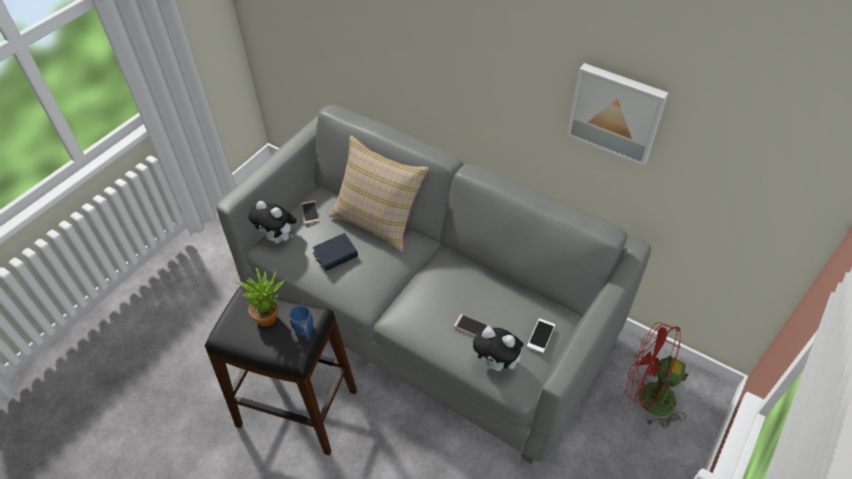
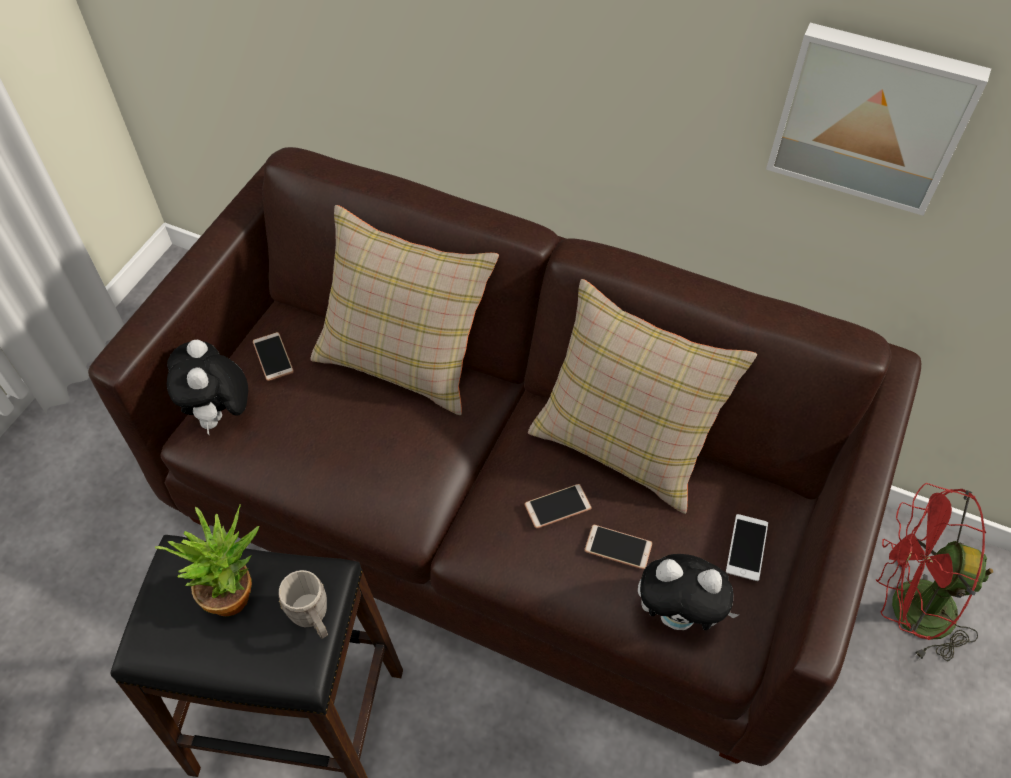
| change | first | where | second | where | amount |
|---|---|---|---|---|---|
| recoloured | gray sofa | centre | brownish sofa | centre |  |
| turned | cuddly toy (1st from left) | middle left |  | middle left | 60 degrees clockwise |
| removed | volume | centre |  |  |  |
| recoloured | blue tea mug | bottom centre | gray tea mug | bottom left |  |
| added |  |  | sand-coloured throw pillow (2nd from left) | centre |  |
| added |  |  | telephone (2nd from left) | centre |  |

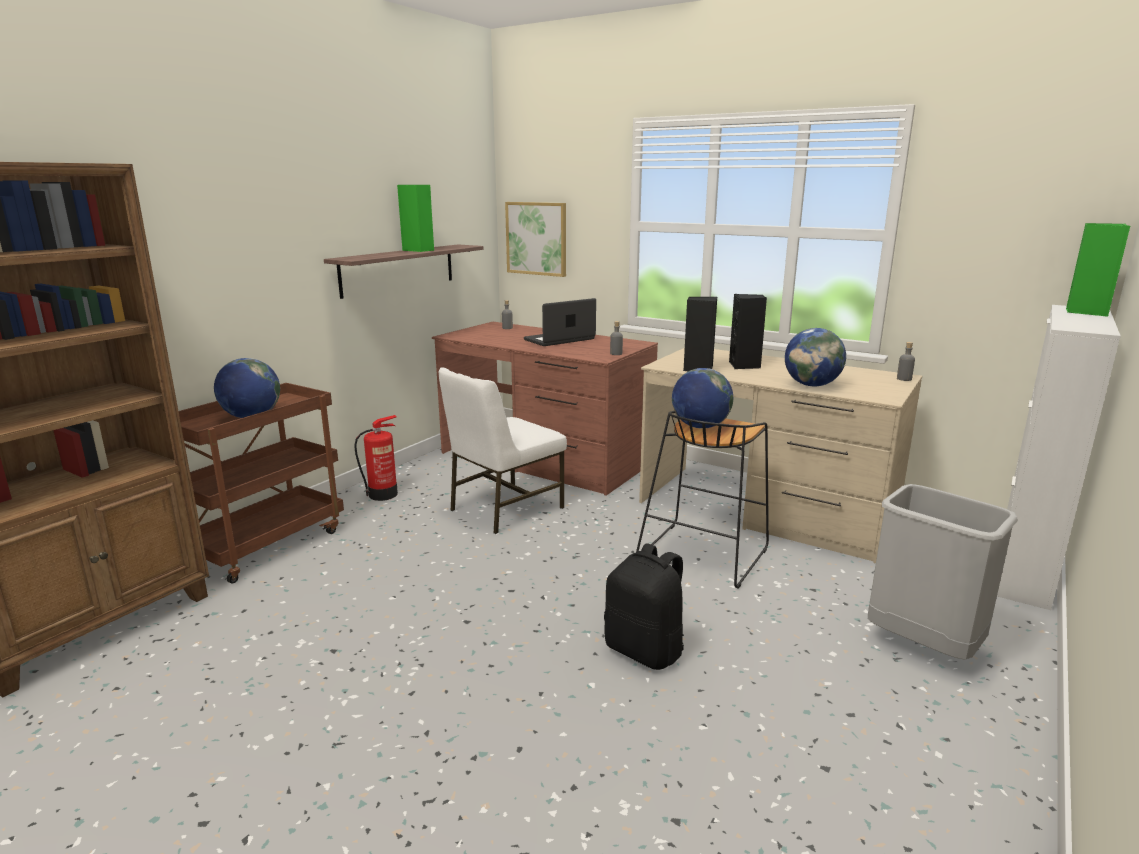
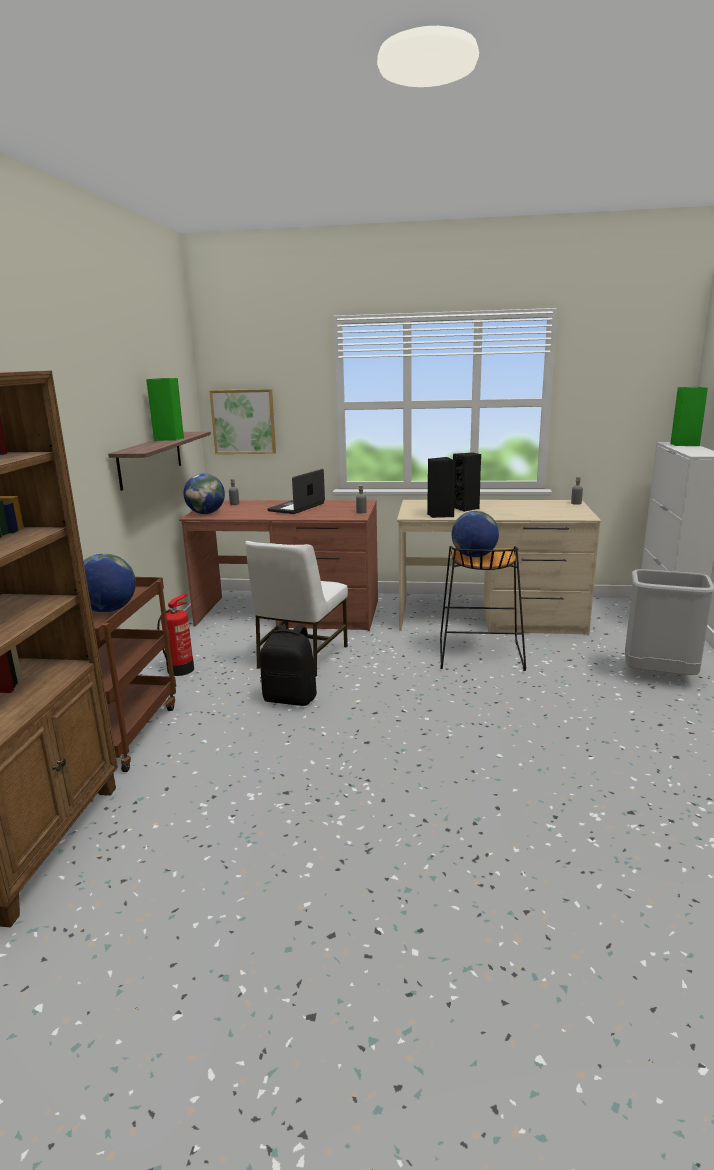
| change | first | where | second | where | amount |
|---|---|---|---|---|---|
| moved | desk globe (3rd from left in the first image) | middle right | desk globe (2nd from left) | middle left |  |
| moved | blackish knapsack | bottom centre |  | centre |  |

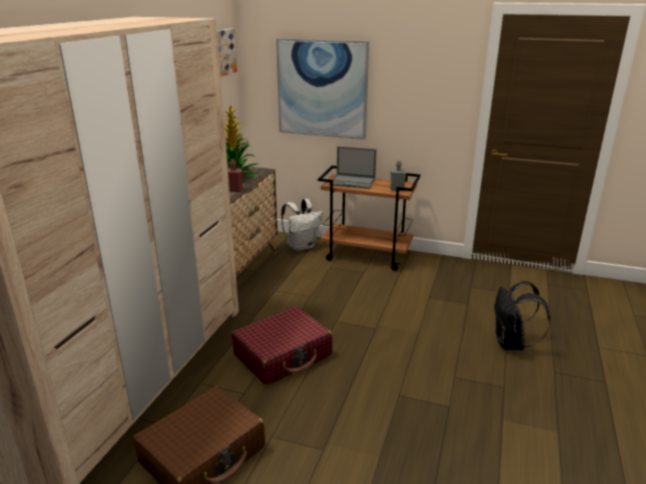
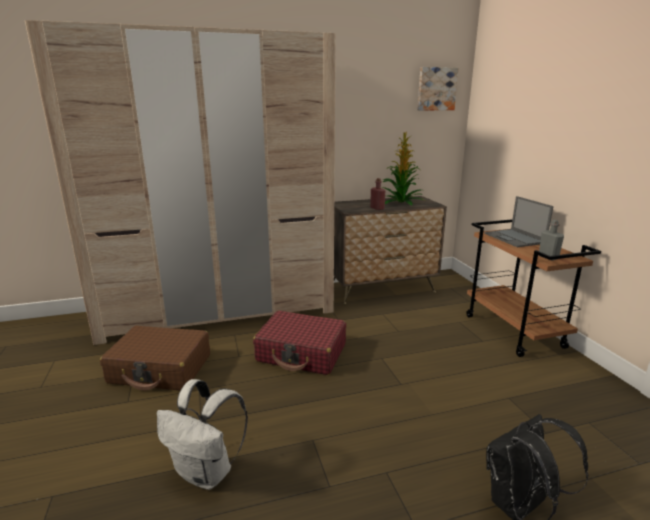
| change | first | where | second | where | amount |
|---|---|---|---|---|---|
| removed | picture (2nd from left) | top centre |  |  |  |
| moved | white knapsack | centre |  | bottom left |  |

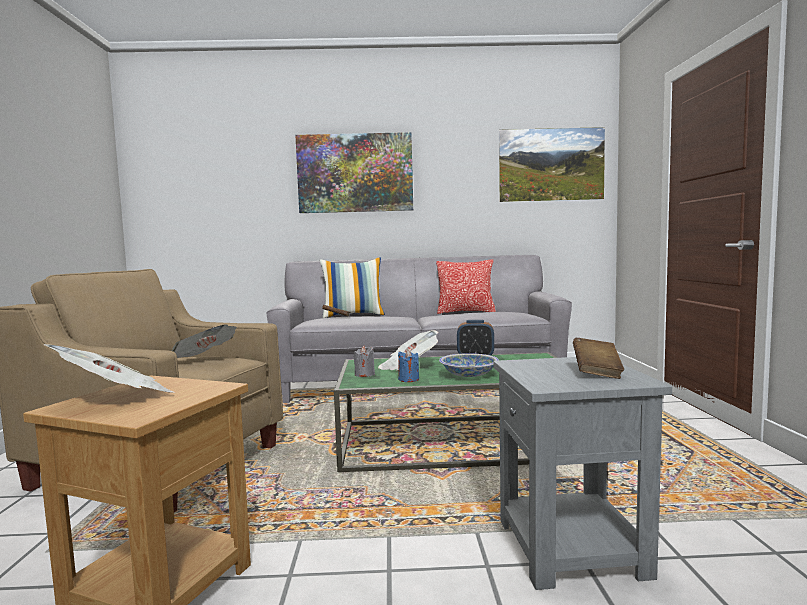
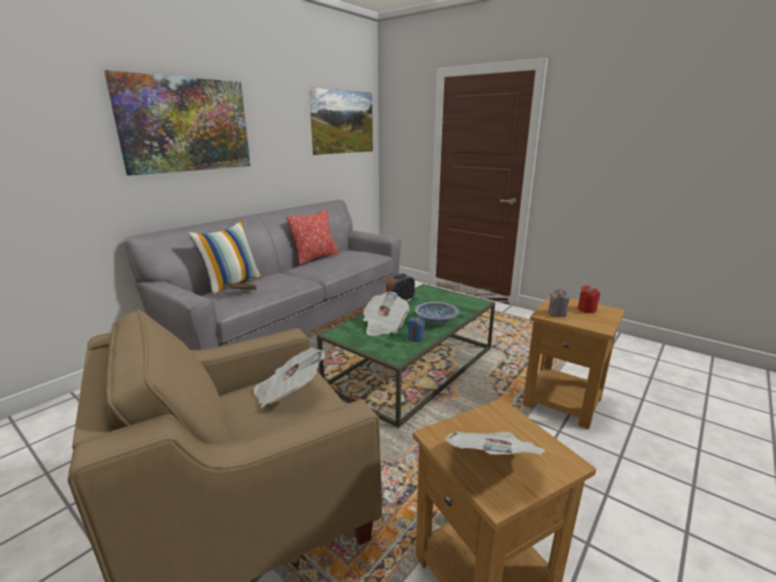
| change | first | where | second | where | amount |
|---|---|---|---|---|---|
| replaced | brownish volume (2nd from left) | middle right | red-coloured wax candle | middle right |  |
| moved | gray wax candle | centre |  | middle right |  |
| recoloured | gray end table | bottom right | brownish end table (2nd from left) | middle right |  |

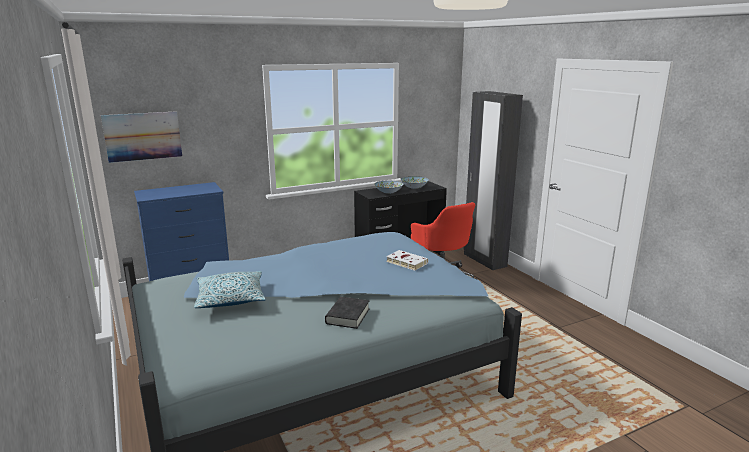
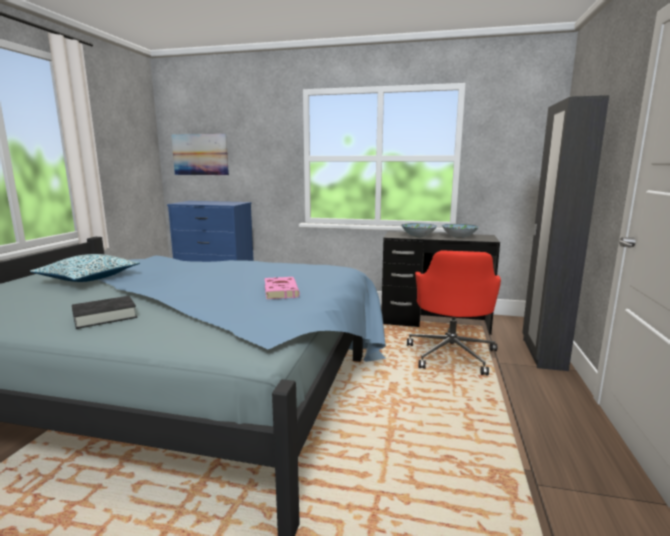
| change | first | where | second | where | amount |
|---|---|---|---|---|---|
| recoloured | white volume | centre | pink-coloured volume | centre |  |

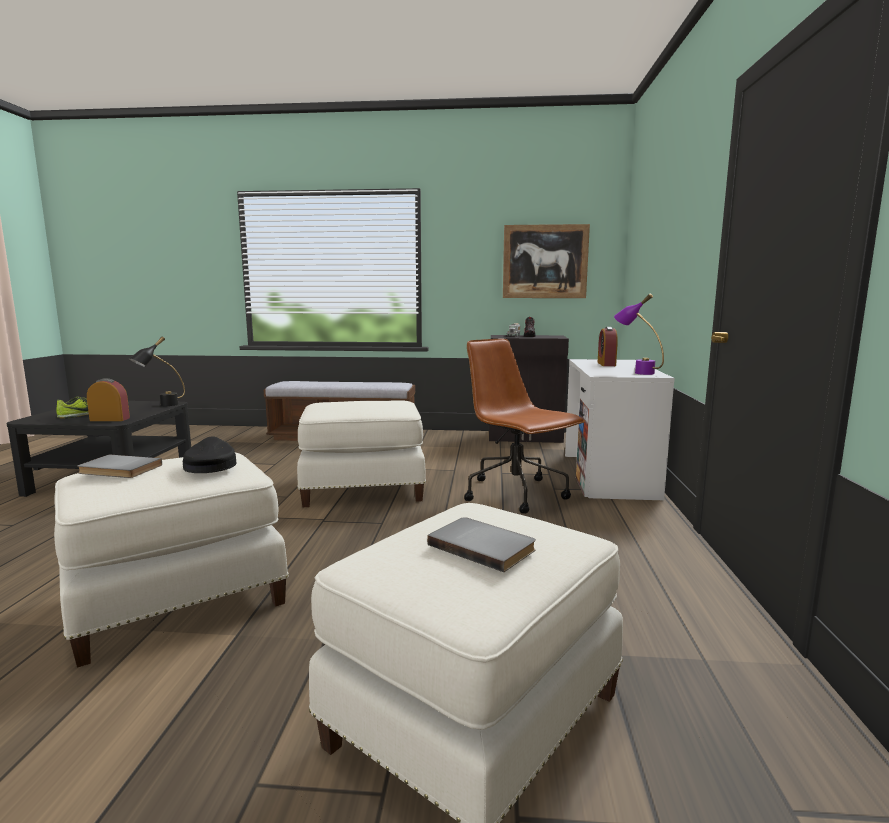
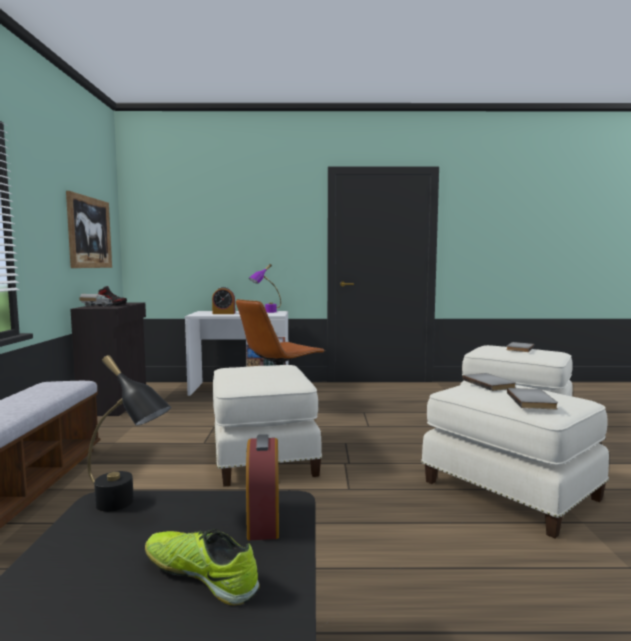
| change | first | where | second | where | amount |
|---|---|---|---|---|---|
| replaced | blackish peaked cap | middle left | gray volume (1st from left) | middle right |  |

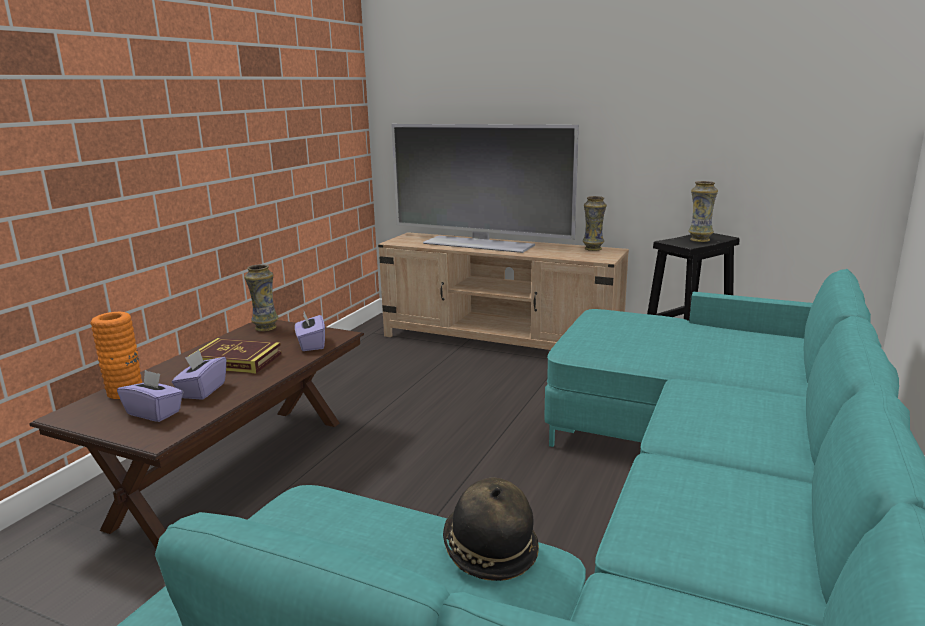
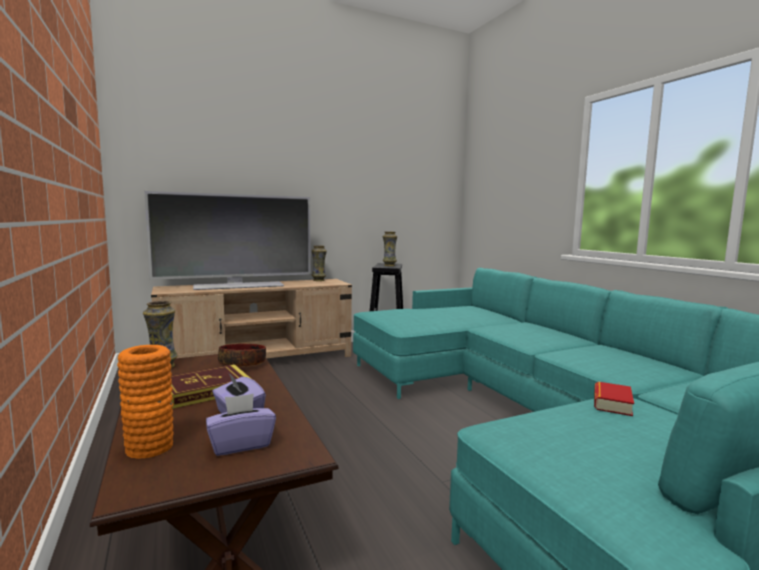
| change | first | where | second | where | amount |
|---|---|---|---|---|---|
| replaced | purple-coloured box of tissues (3rd from left) | centre | serving bowl | middle left |  |
| replaced | clothing hat | bottom centre | volume (2nd from left) | bottom right |  |

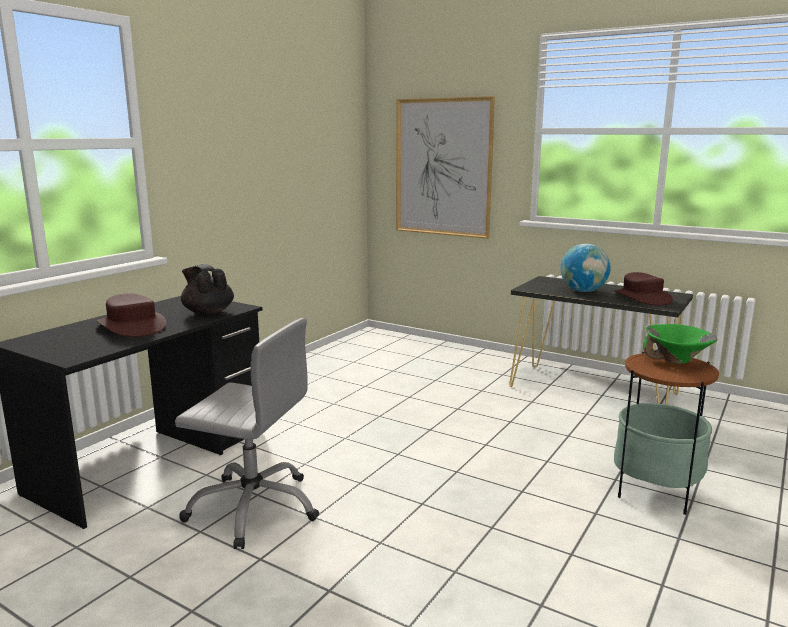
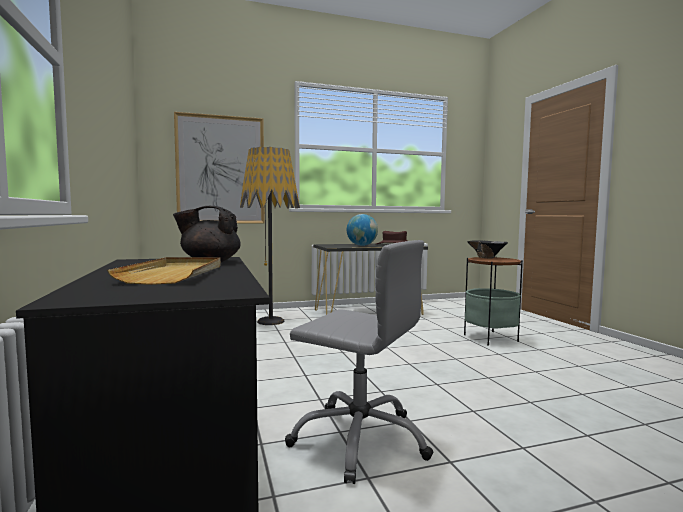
| change | first | where | second | where | amount |
|---|---|---|---|---|---|
| replaced | brownish clothing hat (1st from left) | middle left | sand-coloured carrying tray | middle left |  |
| turned | gray office chair | bottom left |  | bottom centre | 60 degrees clockwise |
| recoloured | green serving bowl | middle right | blackish serving bowl | middle right |  |
| added |  |  | standard lamp | centre |  |

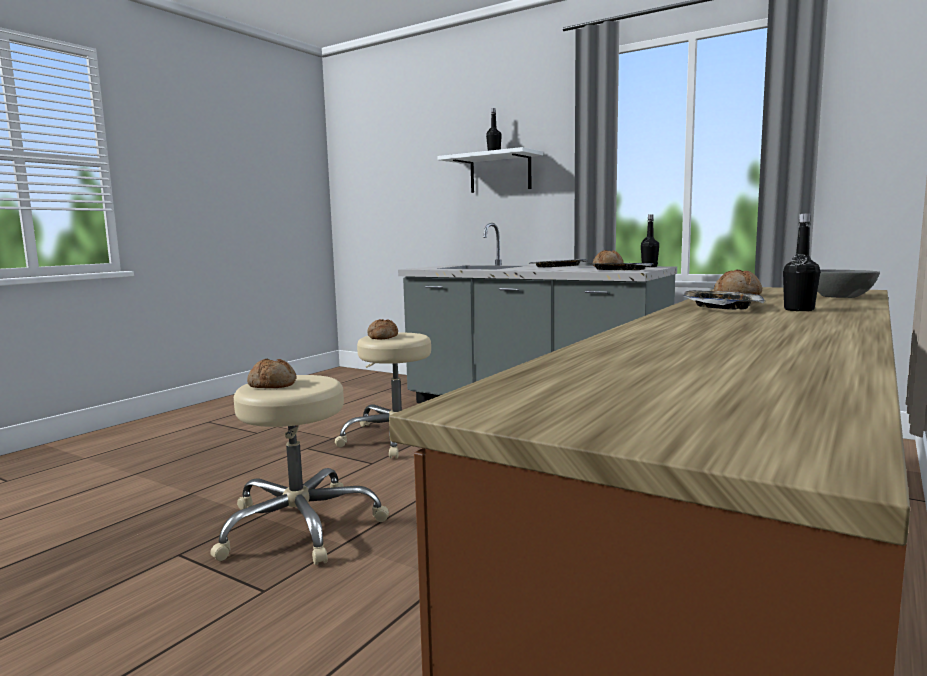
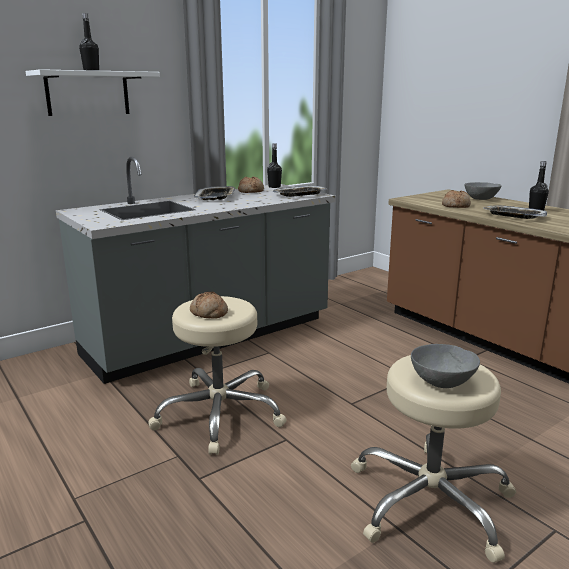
| change | first | where | second | where | amount |
|---|---|---|---|---|---|
| replaced | bread (1st from left) | middle left | gray serving bowl (1st from left) | middle right |  |

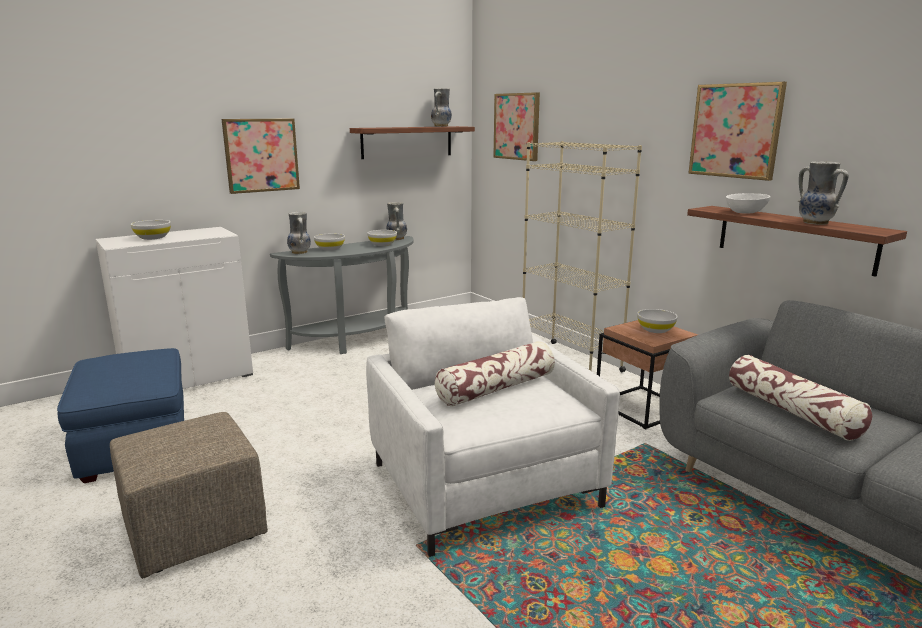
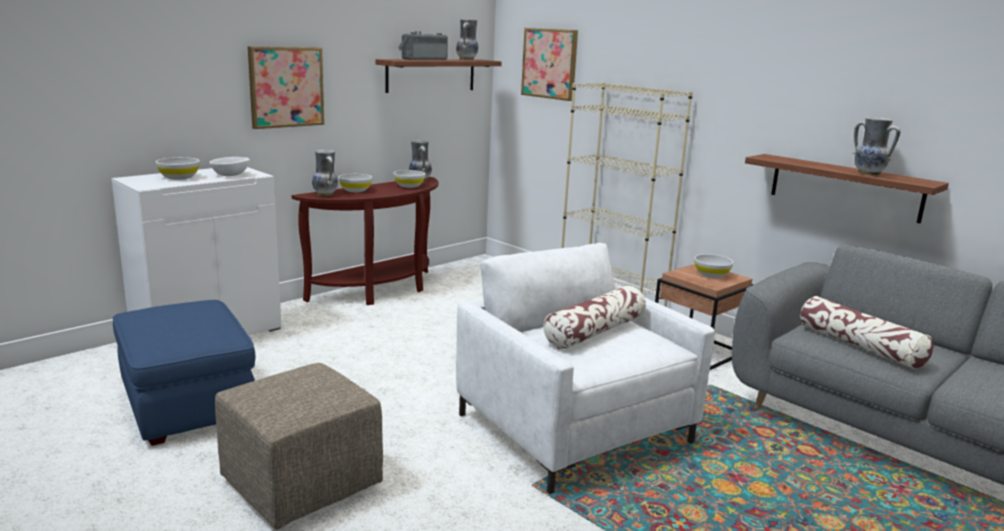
| change | first | where | second | where | amount |
|---|---|---|---|---|---|
| removed | picture (3rd from left) | top right |  |  |  |
| moved | white serving bowl (5th from left in the first image) | top right | white serving bowl (2nd from left) | top left |  |
| recoloured | gray narrow table | centre | brownish narrow table | centre |  |
| added |  |  | radio | top centre |  |

